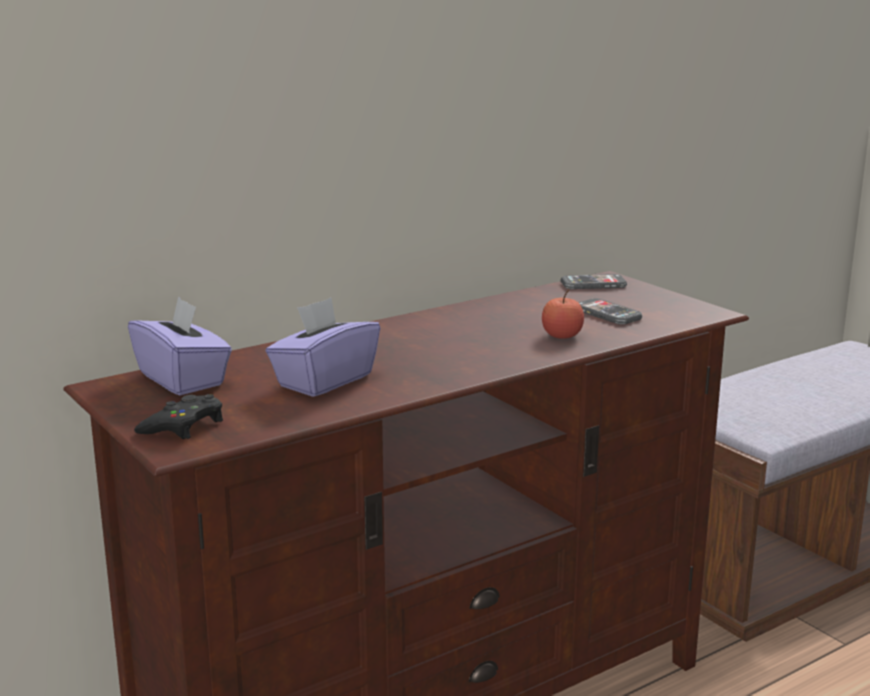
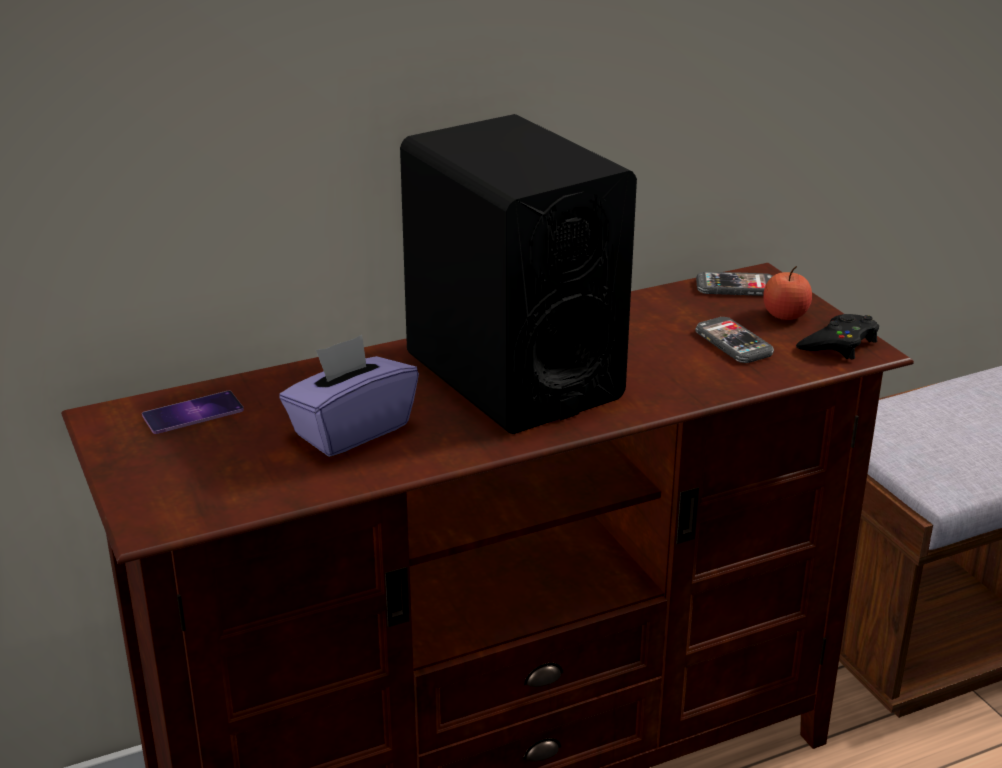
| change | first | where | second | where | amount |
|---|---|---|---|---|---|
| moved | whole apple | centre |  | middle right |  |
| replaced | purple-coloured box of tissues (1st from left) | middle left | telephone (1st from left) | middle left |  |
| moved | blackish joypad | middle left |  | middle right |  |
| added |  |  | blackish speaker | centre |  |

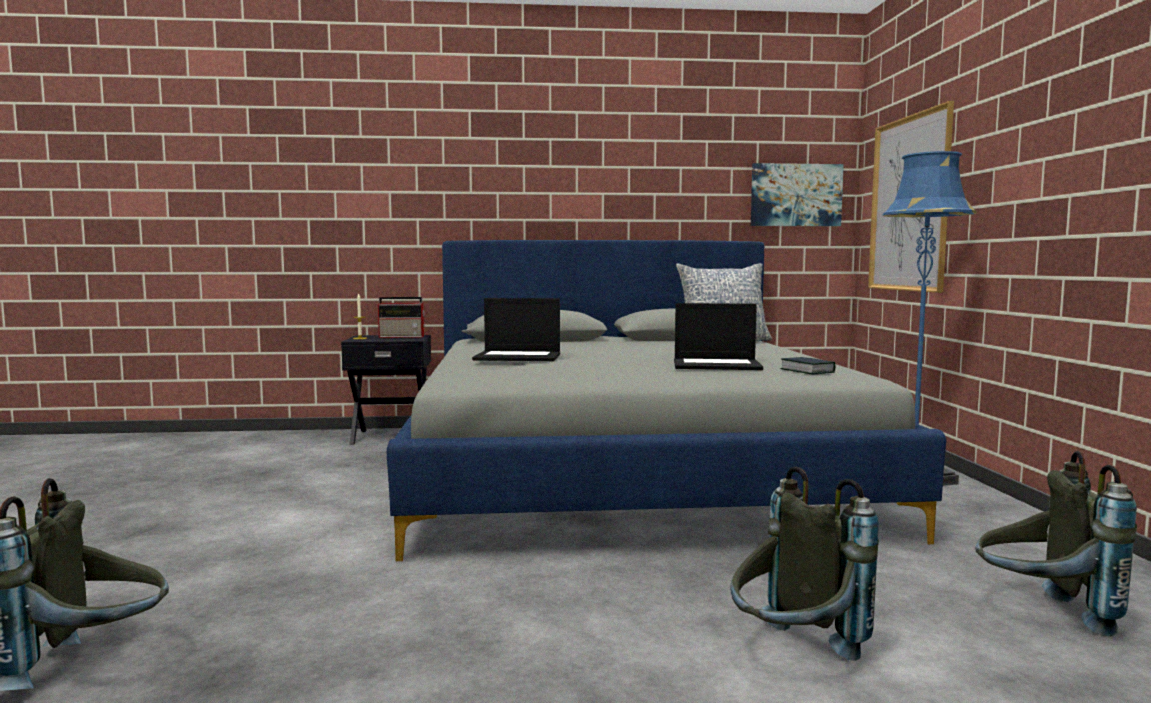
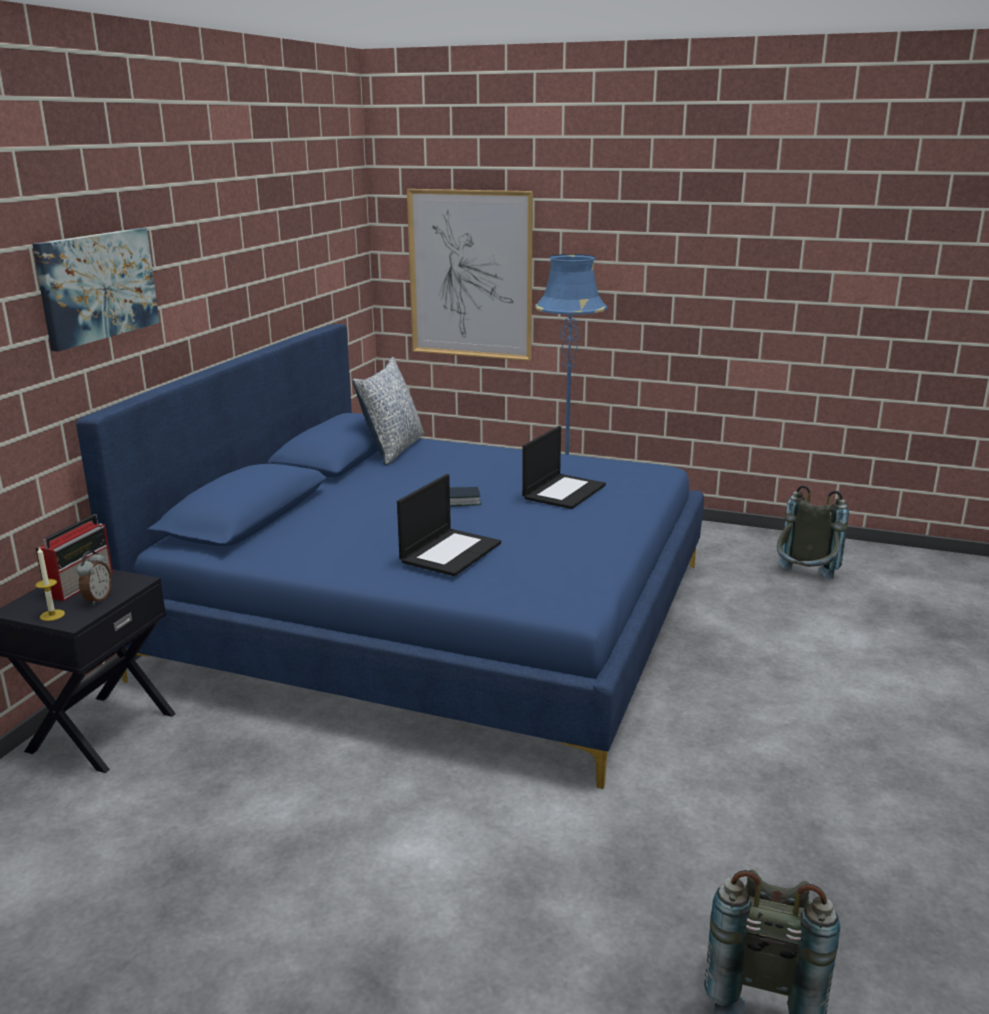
| change | first | where | second | where | amount |
|---|---|---|---|---|---|
| moved | picture (1st from left) | top right |  | top left |  |
| recoloured | gray bedroom bed | centre | blue bedroom bed | centre |  |
| moved | volume | middle right |  | centre |  |
| removed | gray knapsack (2nd from left) | bottom right |  |  |  |
| added |  |  | table clock | middle left |  |

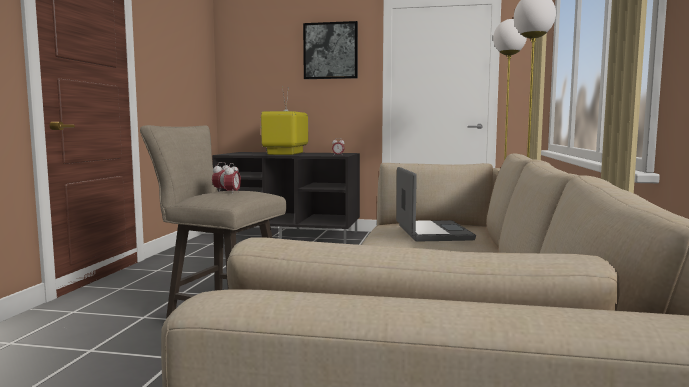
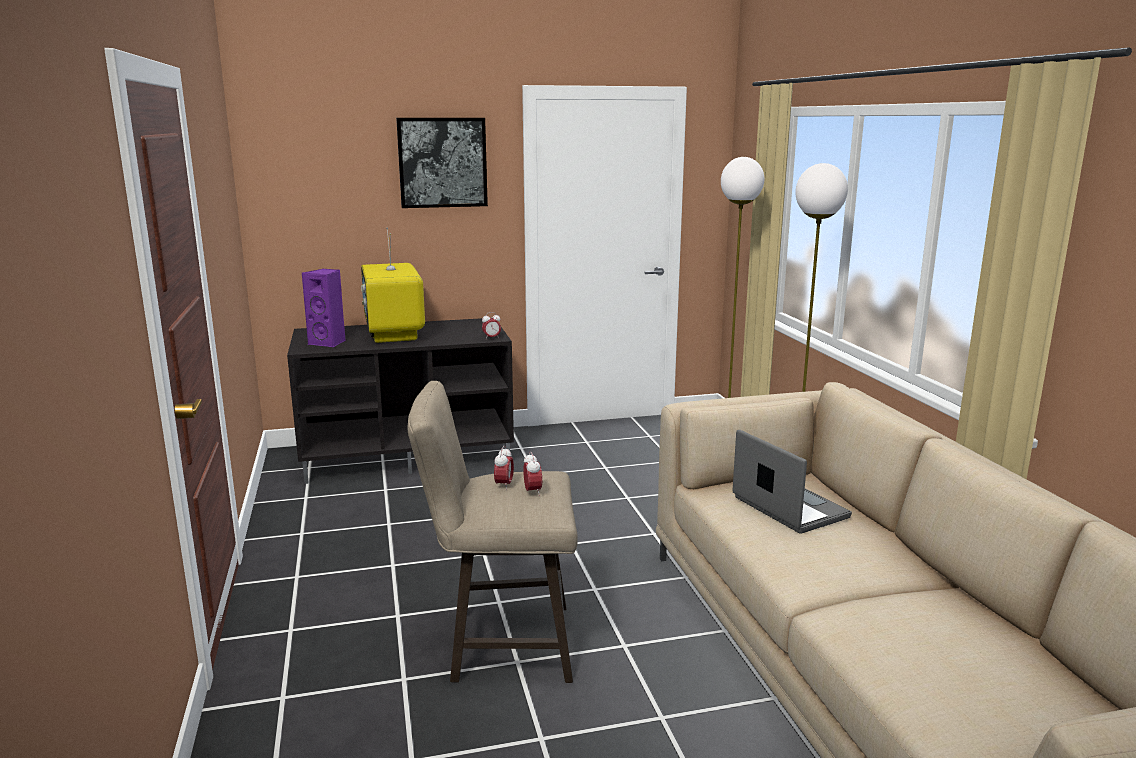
| change | first | where | second | where | amount |
|---|---|---|---|---|---|
| added |  |  | purple-coloured speaker | middle left |  |

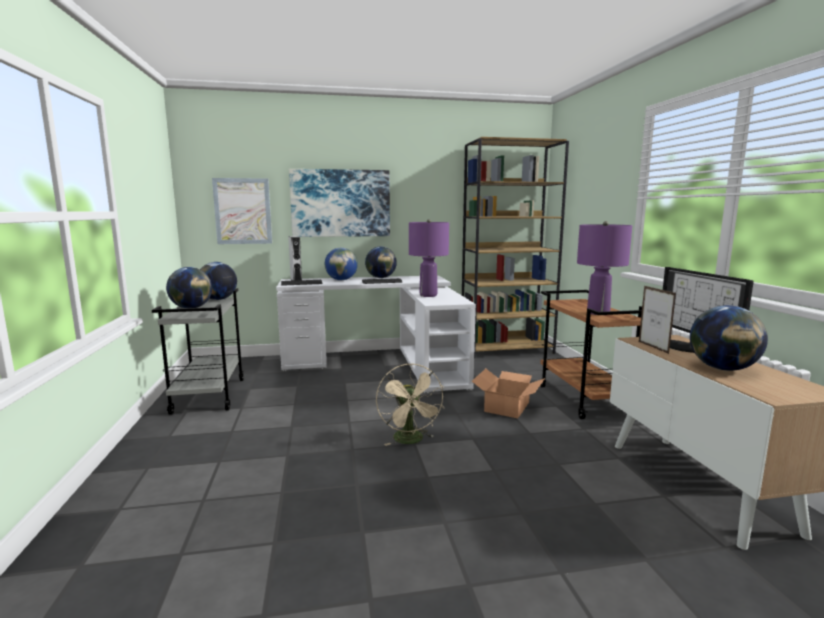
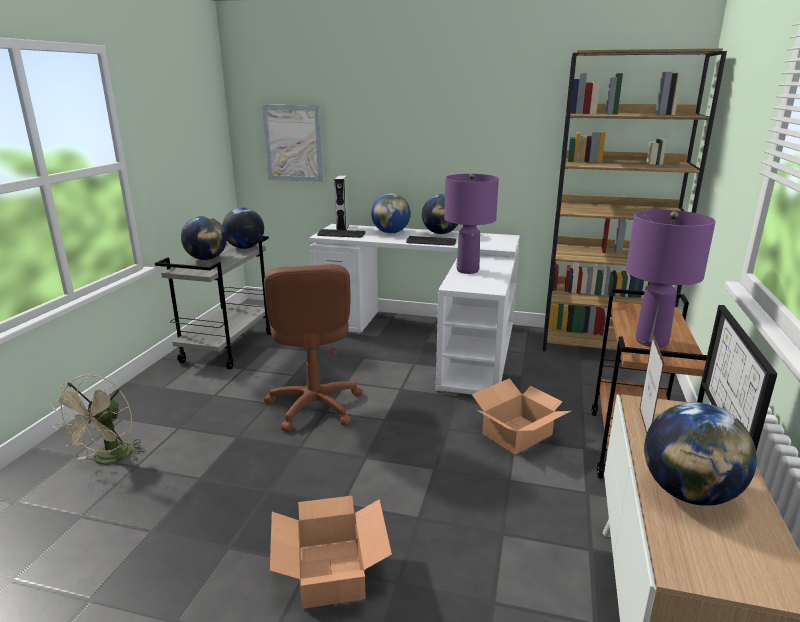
| change | first | where | second | where | amount |
|---|---|---|---|---|---|
| removed | picture (2nd from left) | top centre |  |  |  |
| moved | sand-coloured fan | centre |  | bottom left |  |
| added |  |  | brownish office chair | centre |  |
| added |  |  | carton (1st from left) | bottom centre |  |

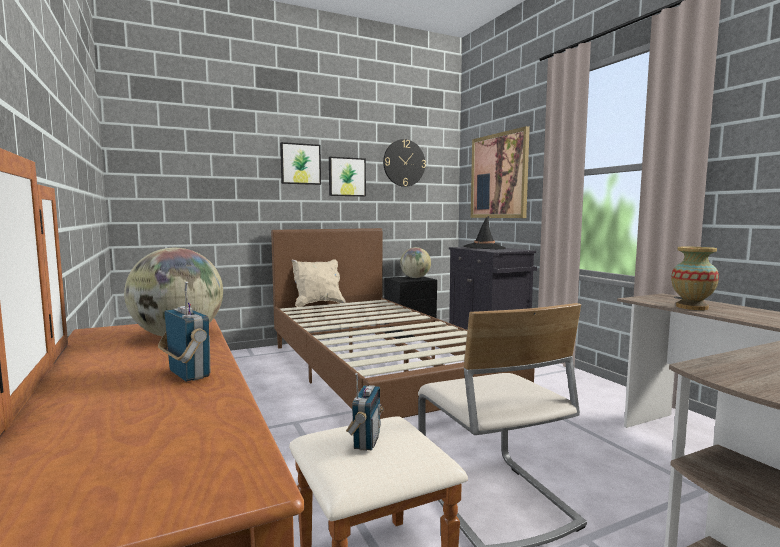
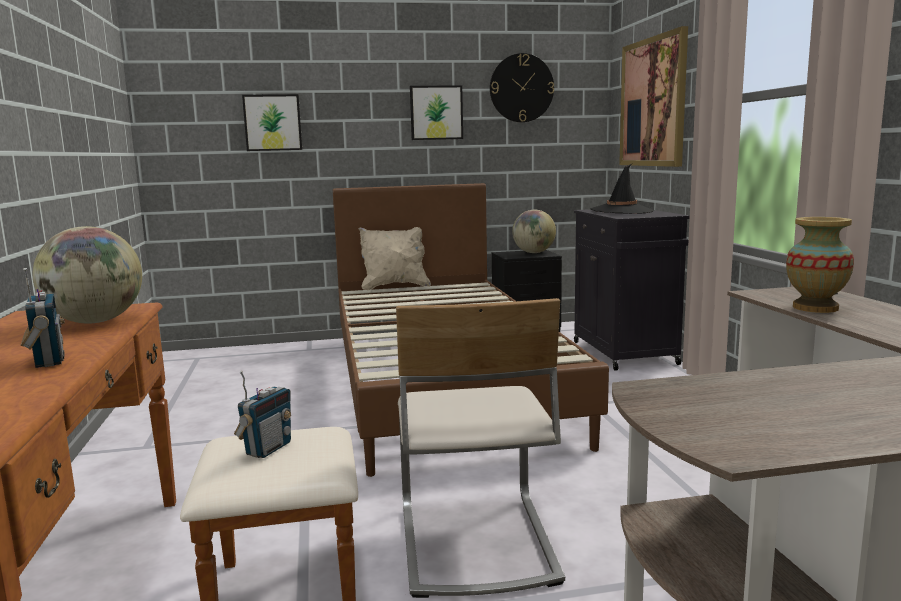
| change | first | where | second | where | amount |
|---|---|---|---|---|---|
| moved | picture (1st from left) | top centre |  | top left |  |

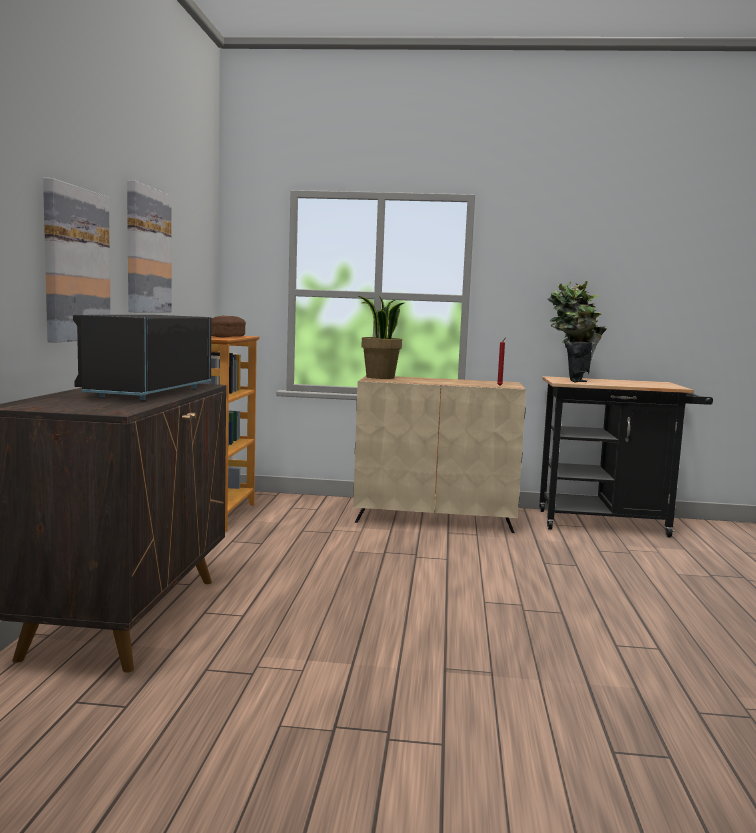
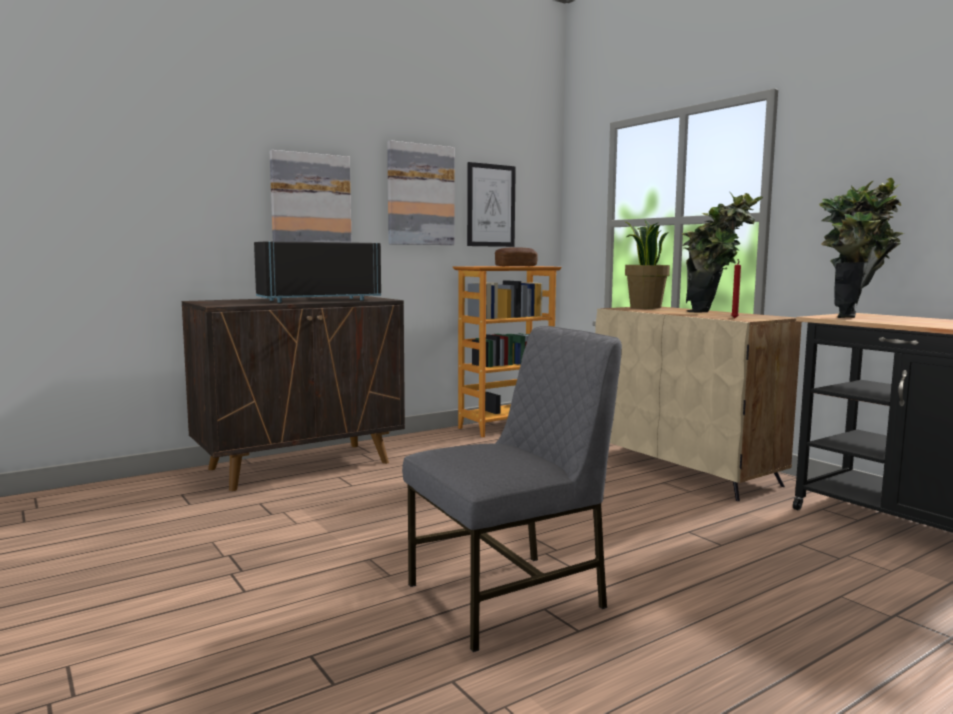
| change | first | where | second | where | amount |
|---|---|---|---|---|---|
| added |  |  | picture (3rd from left) | top centre |  |
| added |  |  | potted plant (2nd from left) | middle right |  |
| added |  |  | gray plain chair | bottom centre |  |

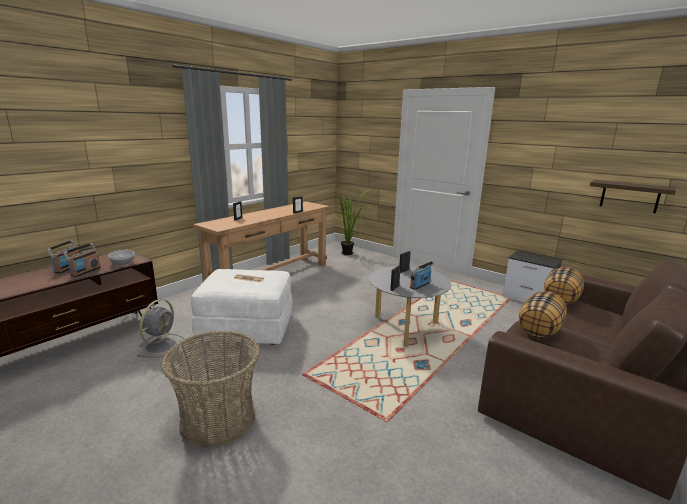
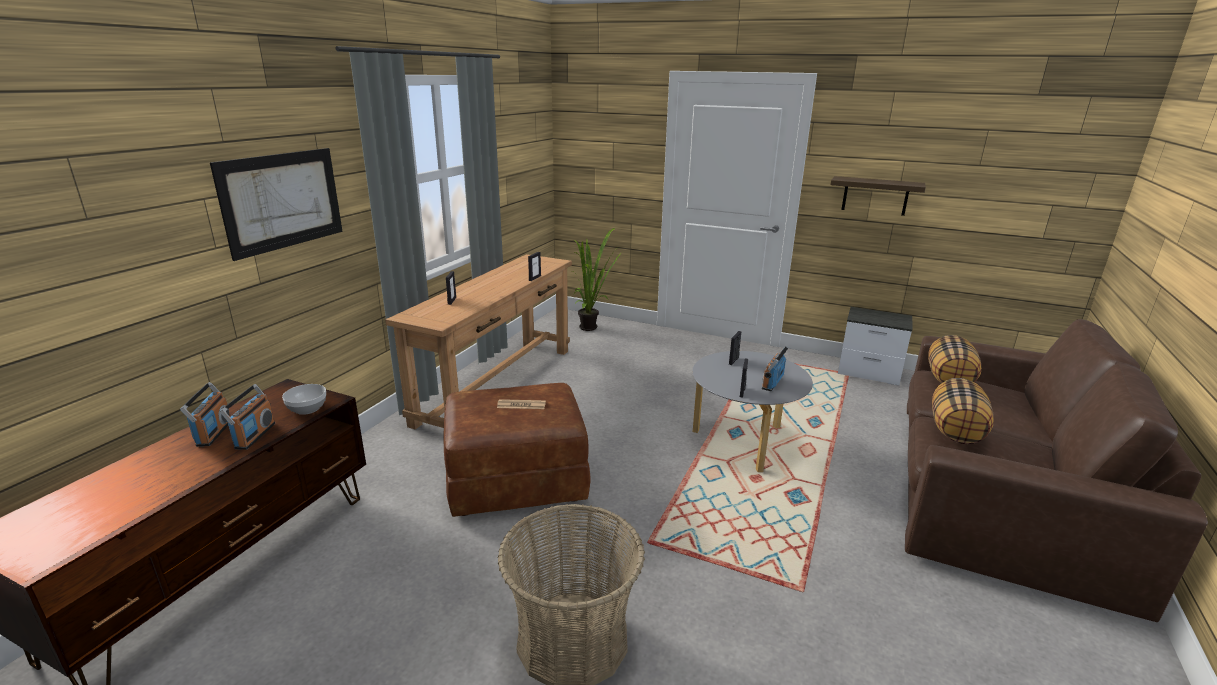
| change | first | where | second | where | amount |
|---|---|---|---|---|---|
| moved | bracket shelf | middle right |  | top right |  |
| recoloured | white pouffe | centre | brownish pouffe | centre |  |
| removed | gray fan | middle left |  |  |  |
| added |  |  | picture | top left |  |

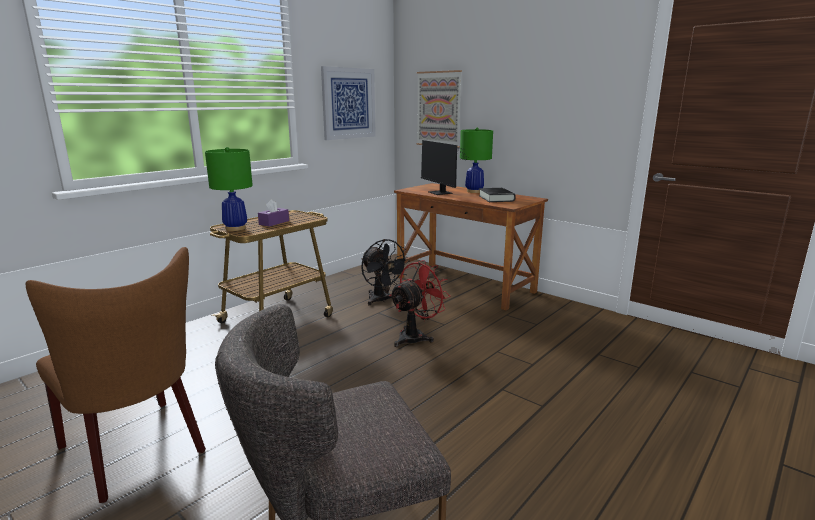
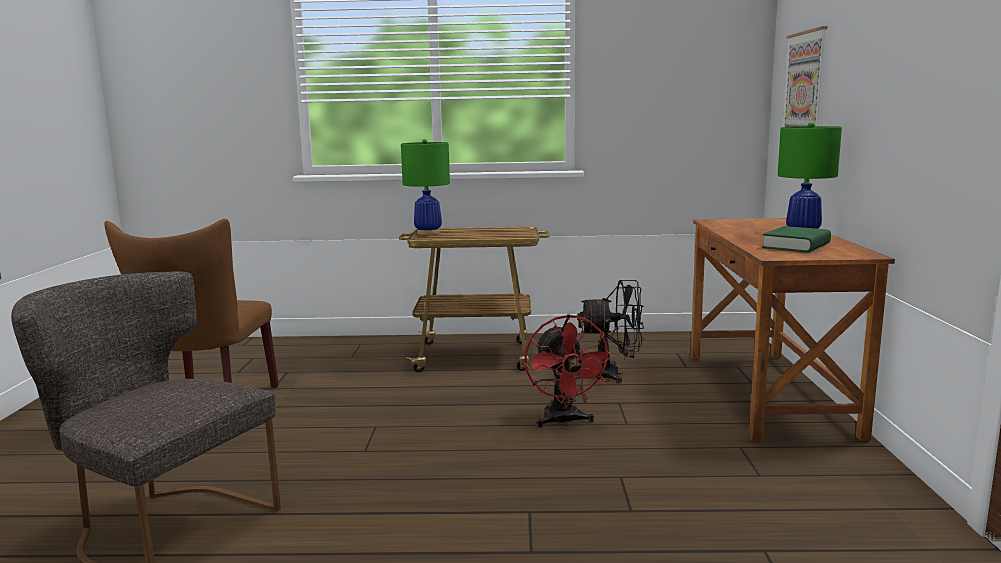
| change | first | where | second | where | amount |
|---|---|---|---|---|---|
| removed | picture (1st from left) | top centre |  |  |  |
| removed | computer screen | top centre |  |  |  |
| recoloured | blackish volume | centre | green volume | middle right |  |
| removed | purple-coloured box of tissues | centre |  |  |  |
| turned | blackish fan | centre |  | centre | 105 degrees counterclockwise |
| turned | red-coloured fan | centre |  | centre | 75 degrees clockwise |

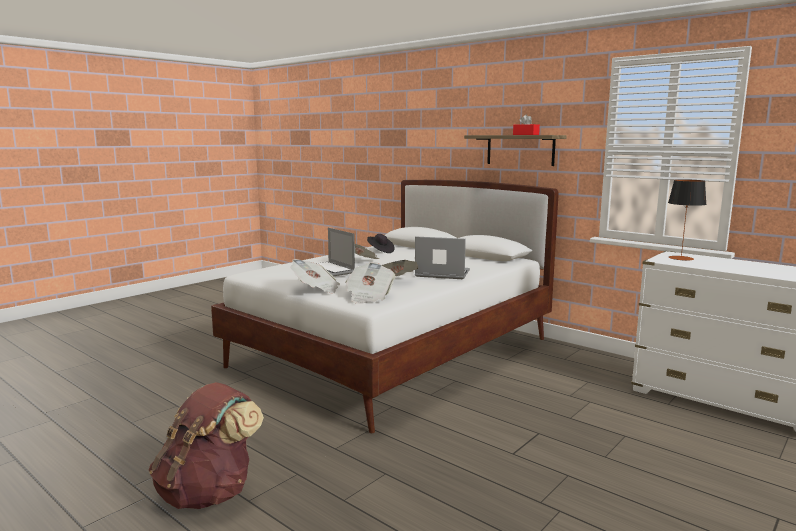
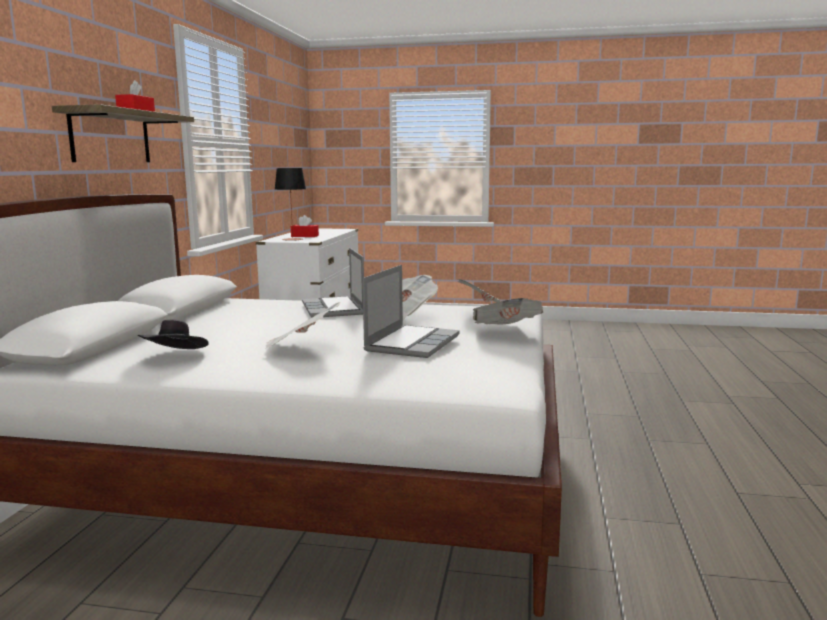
| change | first | where | second | where | amount |
|---|---|---|---|---|---|
| removed | brownish knapsack | bottom left |  |  |  |
| added |  |  | red-coloured box of tissues (2nd from left) | centre |  |

